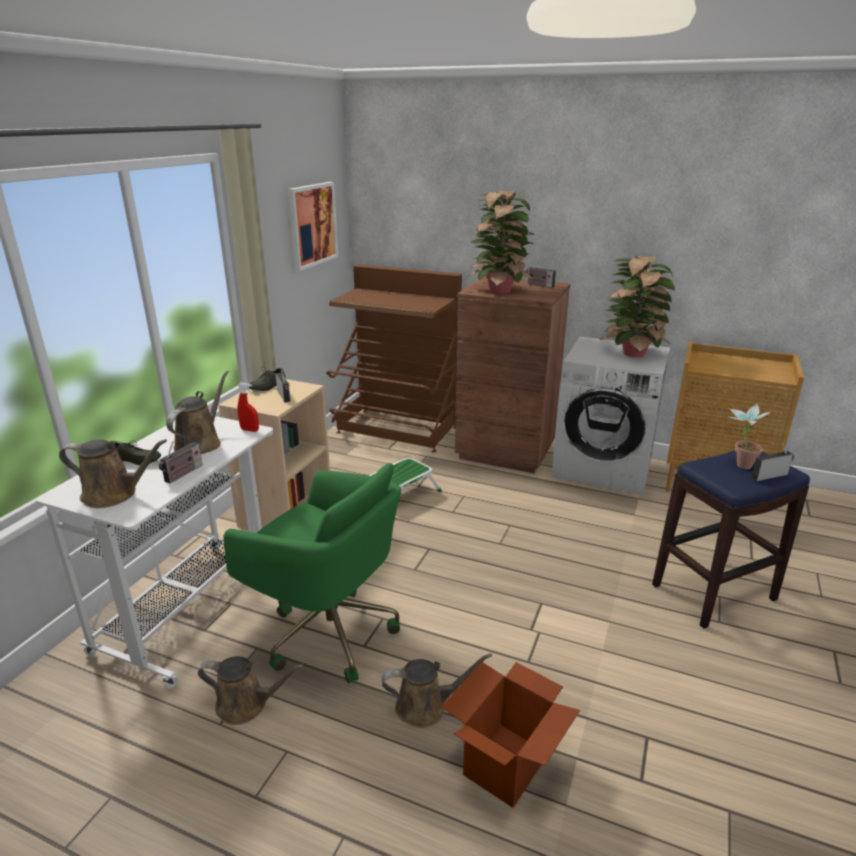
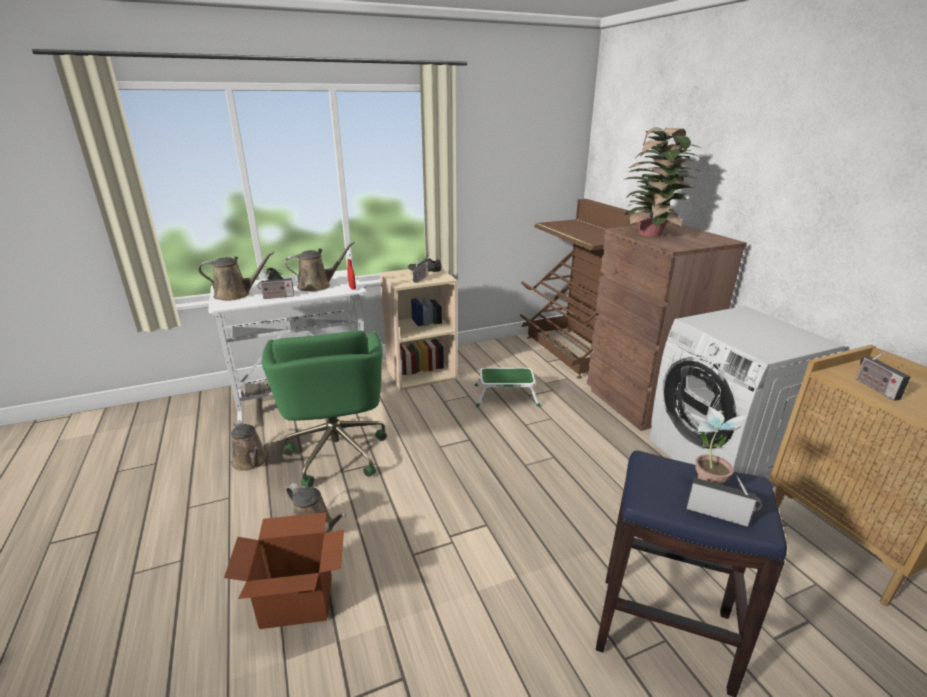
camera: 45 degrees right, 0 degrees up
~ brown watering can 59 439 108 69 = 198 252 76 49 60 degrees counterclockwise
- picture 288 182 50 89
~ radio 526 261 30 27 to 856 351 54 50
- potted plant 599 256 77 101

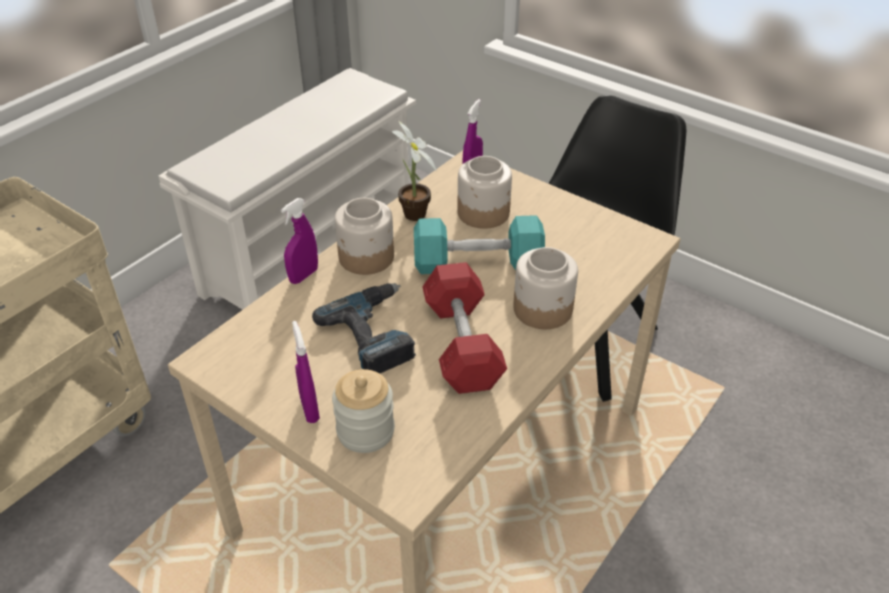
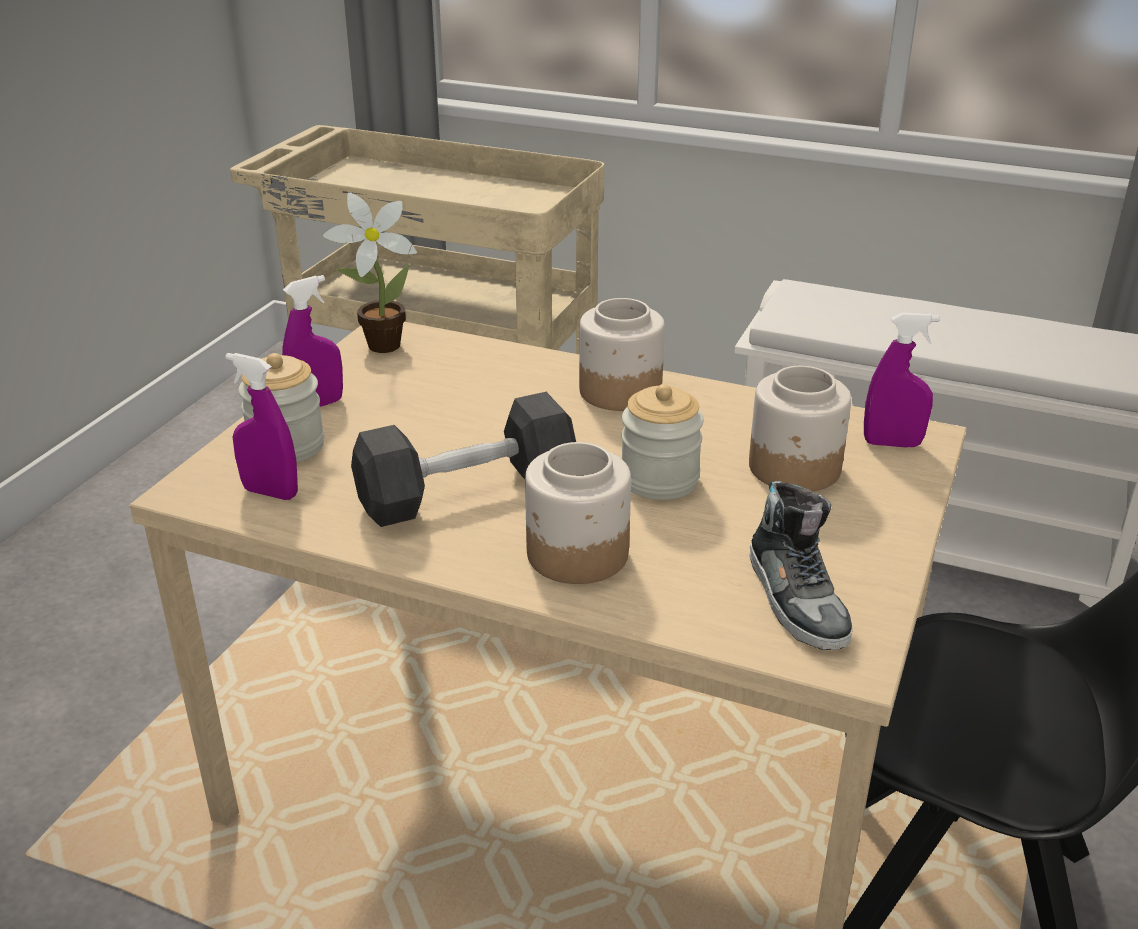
camera: 75 degrees right, 10 degrees down
~ purple spray bottle 281 198 37 86 to 226 353 72 147
- power drill 312 283 104 91
~ potted plant 392 120 45 101 to 323 192 94 161
~ turquoise dumbbell 414 215 131 59 to jar 621 384 83 116
~ red dumbbell 422 262 85 132 to grey dumbbell 351 392 225 135
+ shoe 750 481 103 169

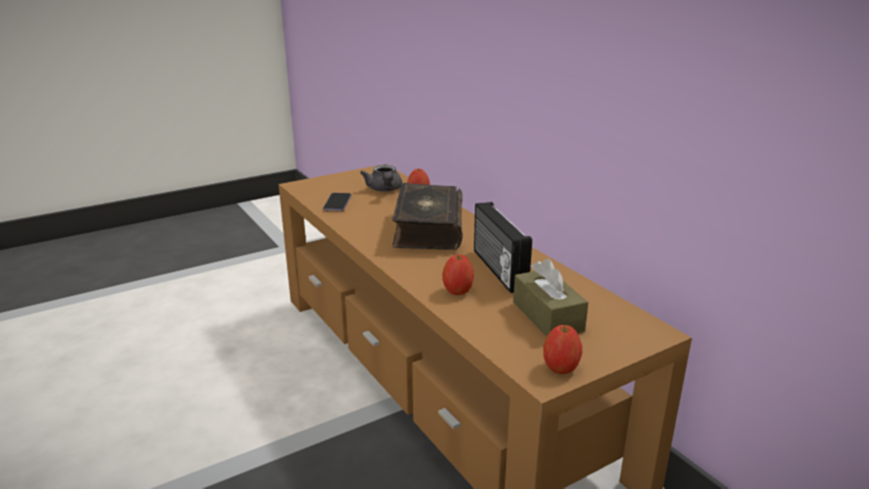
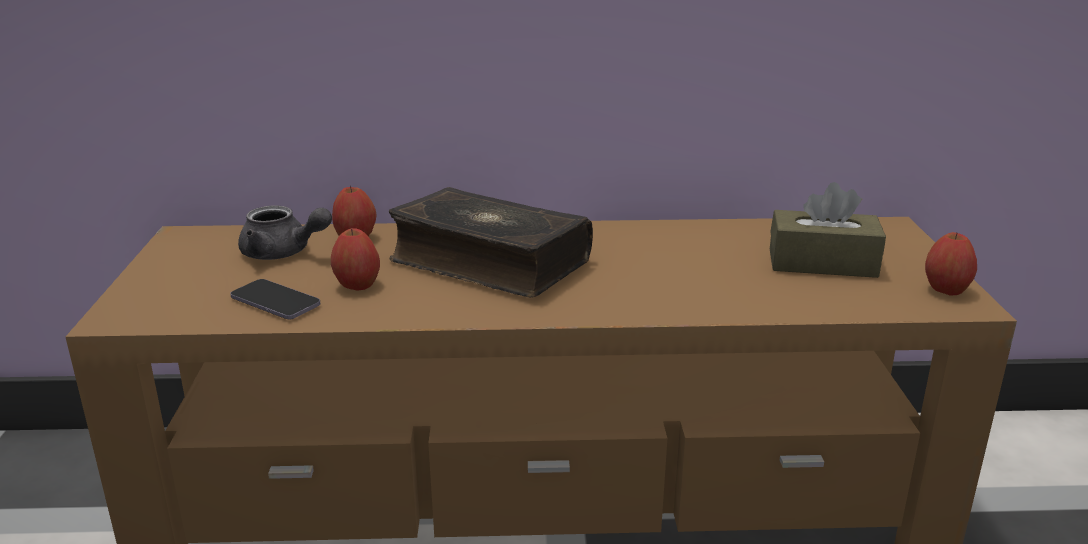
camera: 60 degrees left, 0 degrees up
~ apple 442 254 32 41 to 331 228 49 63
- radio 474 202 58 91

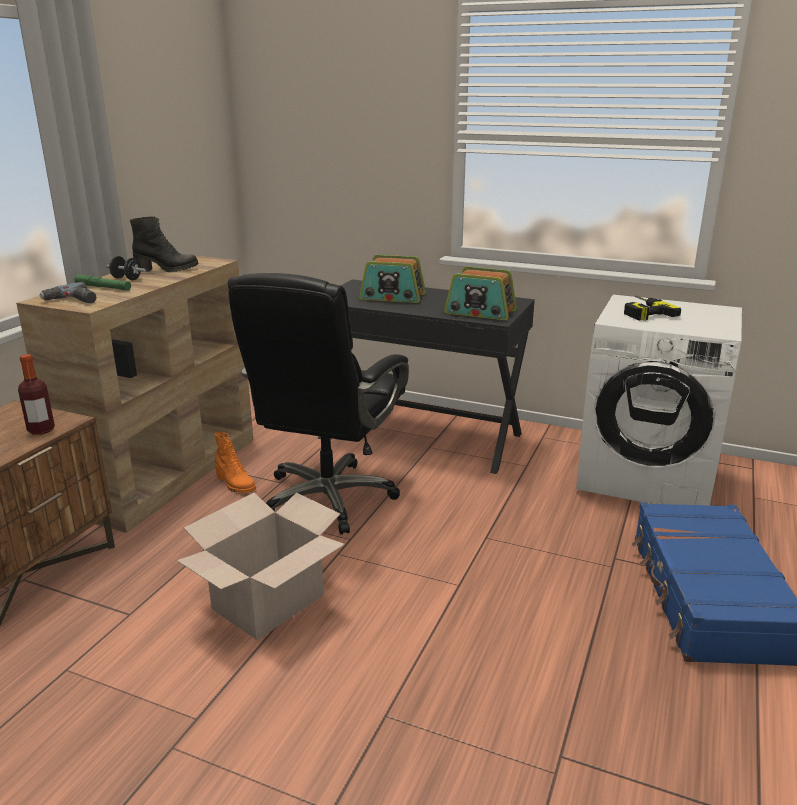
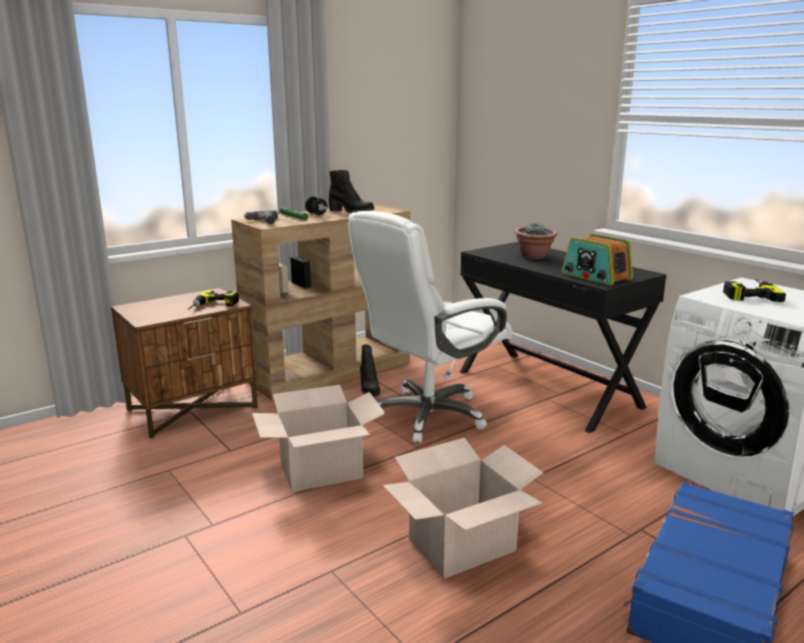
camera: 30 degrees right, 5 degrees down
~ bottle 18 354 37 81 to power drill 188 290 51 20
~ orange boot 215 432 41 61 to black boot 360 344 20 52
~ black office chair 228 273 181 261 to white office chair 348 211 164 232
~ radio 359 255 67 48 to potted plant 515 223 42 36
+ cardboard box 382 438 161 141

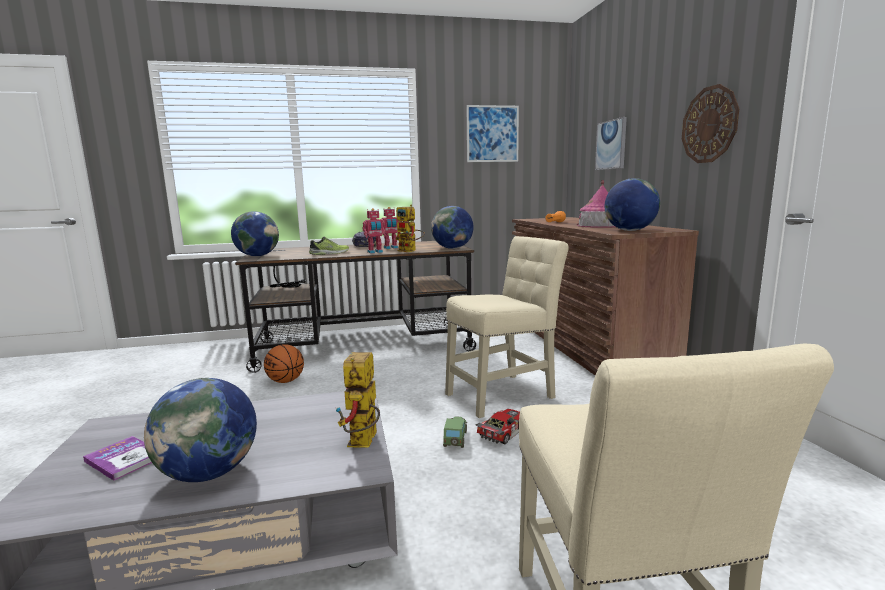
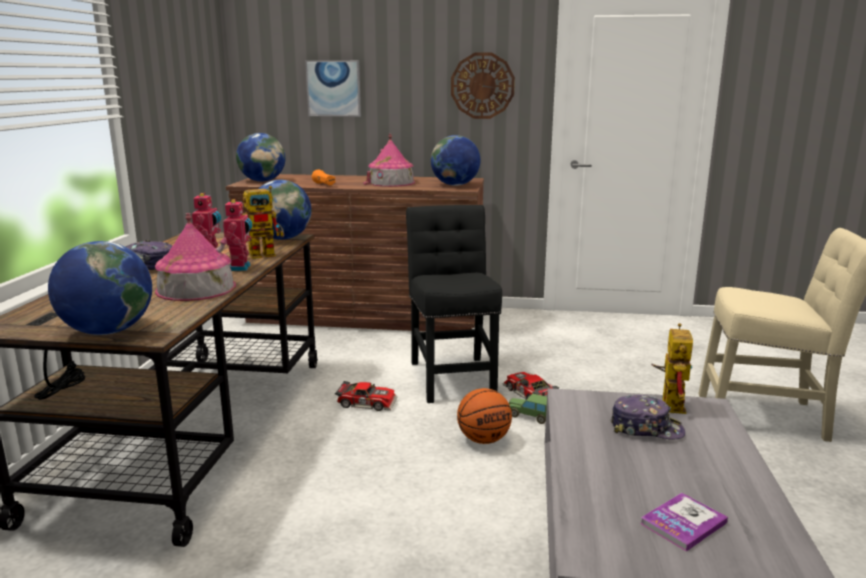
camera: 70 degrees left, 5 degrees up
~ globe 144 378 113 104 to 236 133 49 49
~ basketball 264 344 40 39 to 457 388 55 56
~ shoe 309 237 40 18 to toy house 155 213 81 88
~ toy robot 336 352 44 95 = 651 323 42 91 105 degrees counterclockwise
~ beige chair 445 236 124 182 to black chair 406 205 96 198
- picture 466 105 53 57
+ toy car 335 381 63 30
+ cap 610 395 75 44

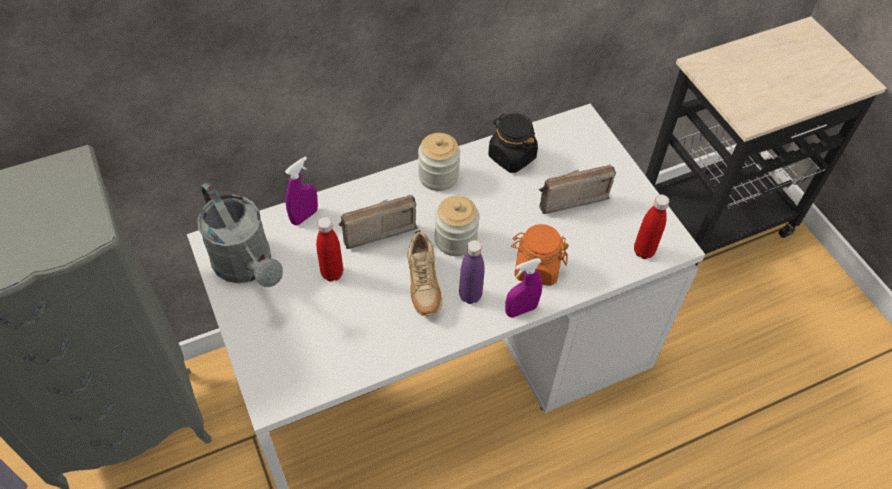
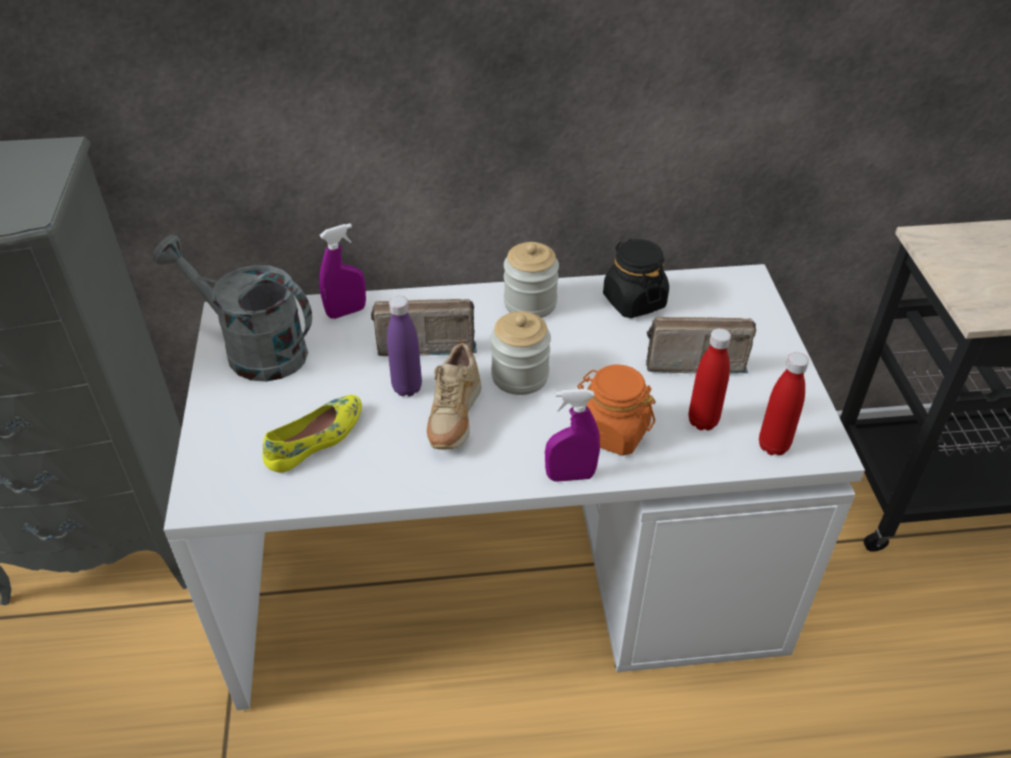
camera: 20 degrees right, 10 degrees down
~ grey watering can 197 182 86 105 = 153 235 159 147 135 degrees clockwise
~ red bottle 316 217 27 65 to 688 328 43 102
~ purple bottle 459 240 26 64 to 387 296 35 100
+ yellow shoe 262 395 100 78

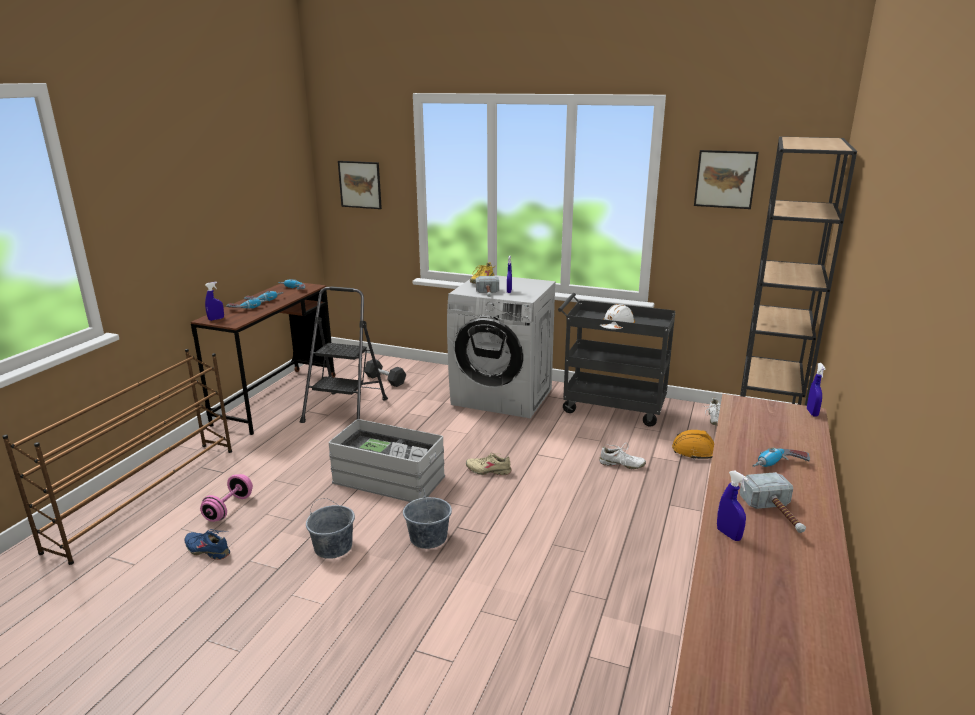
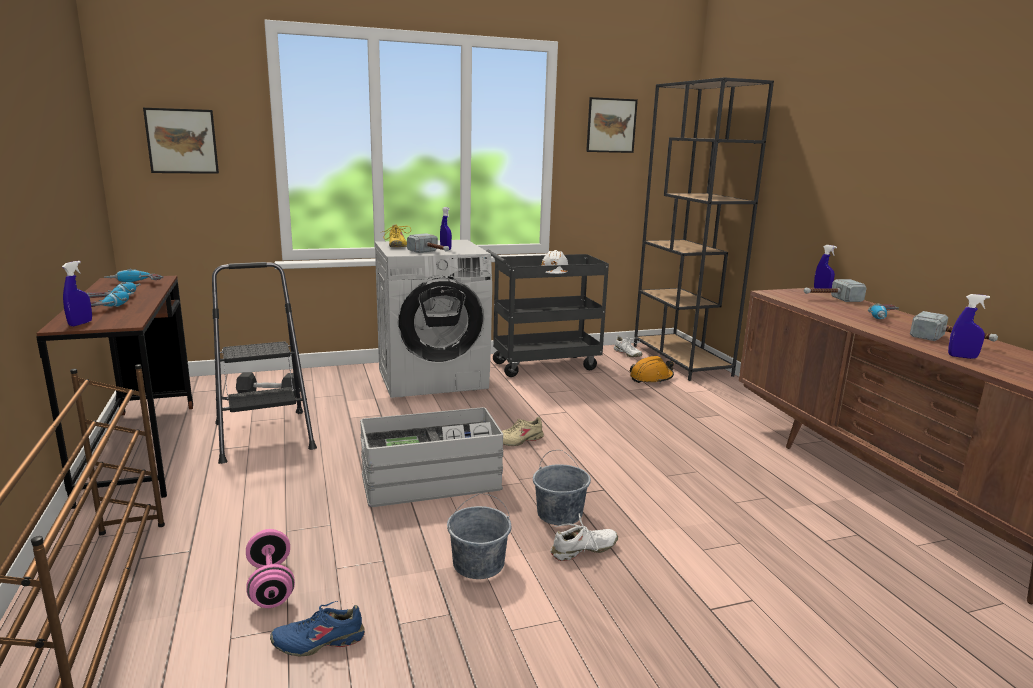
camera: 40 degrees left, 5 degrees down
~ white shoe 599 443 47 26 to 551 513 67 48
+ hammer 804 279 63 23

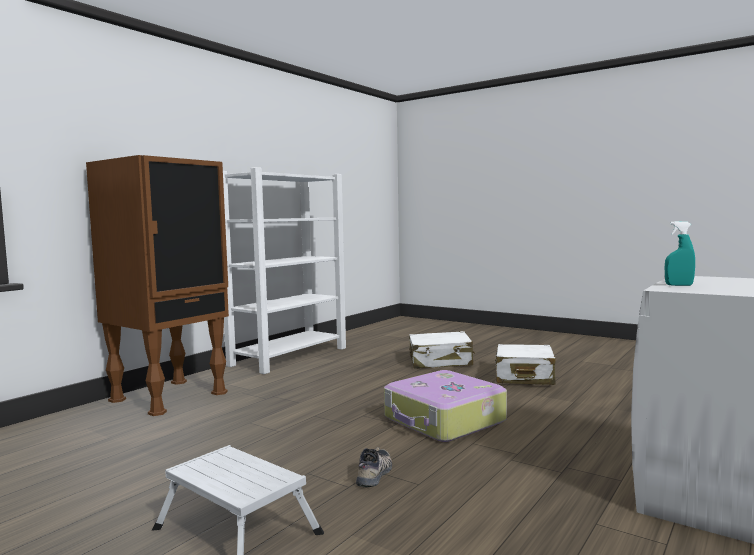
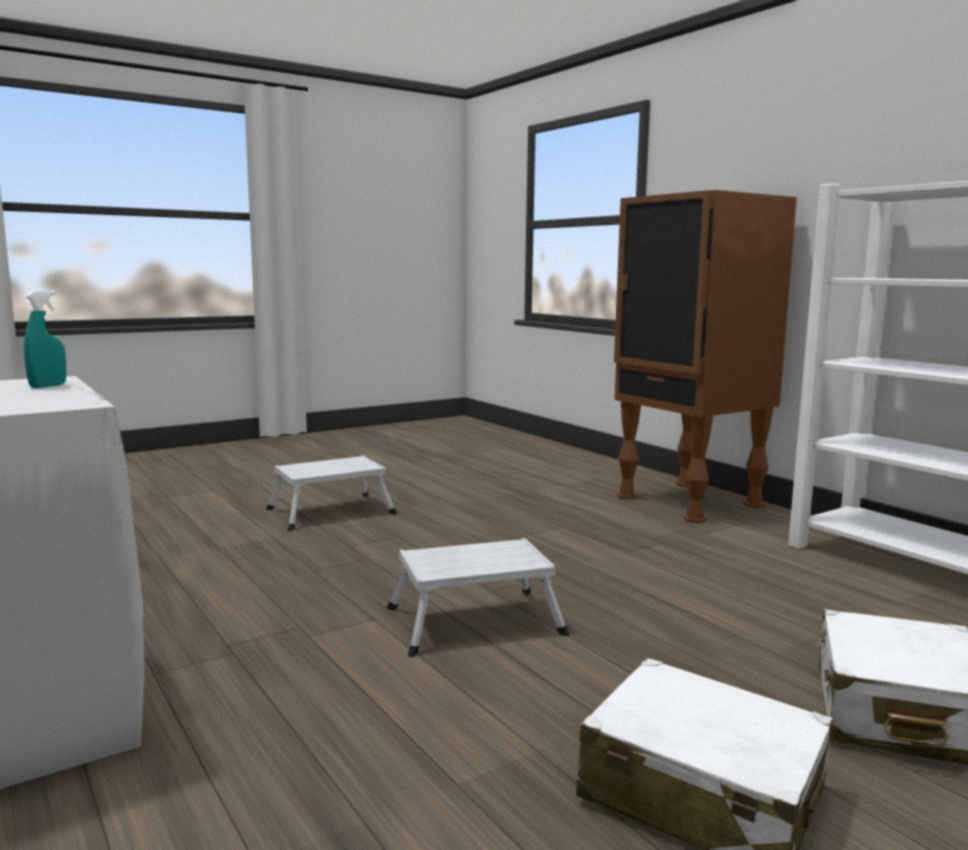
camera: 110 degrees right, 5 degrees up
- shoe 356 447 36 41
~ suitcase 384 370 123 72 to white step ladder 387 538 183 119

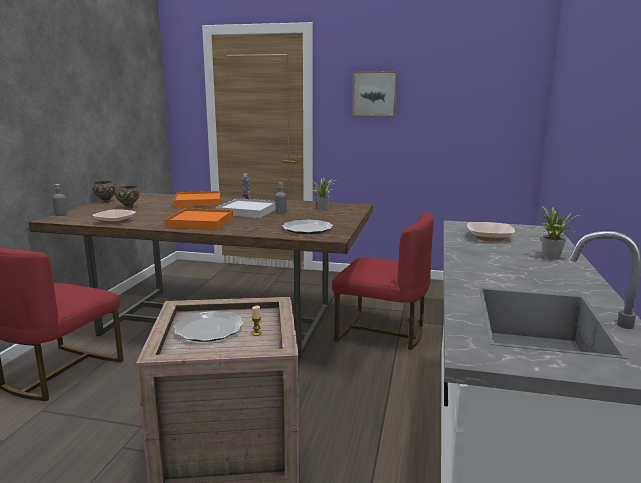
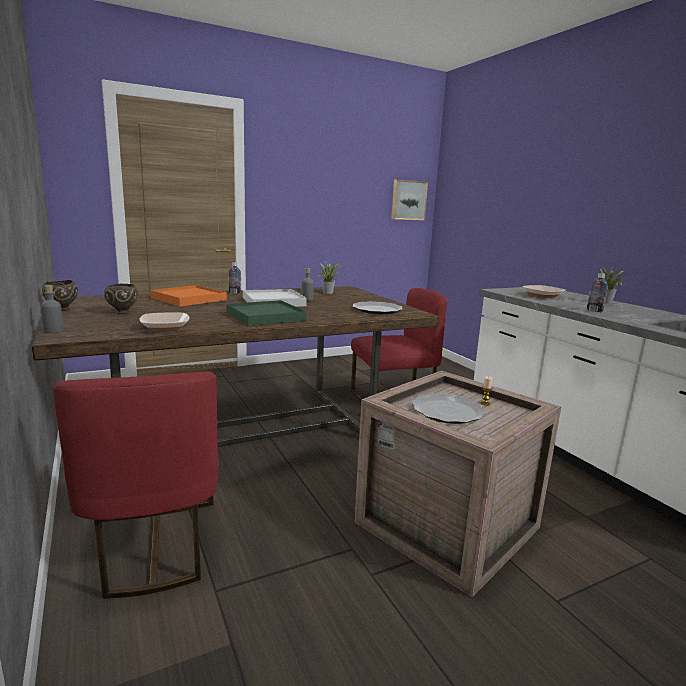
camera: 40 degrees left, 0 degrees up
~ orange tray 164 208 69 22 to green tray 226 300 80 26
~ picture 353 71 44 45 to 391 179 37 41
+ bottle 587 273 21 39

